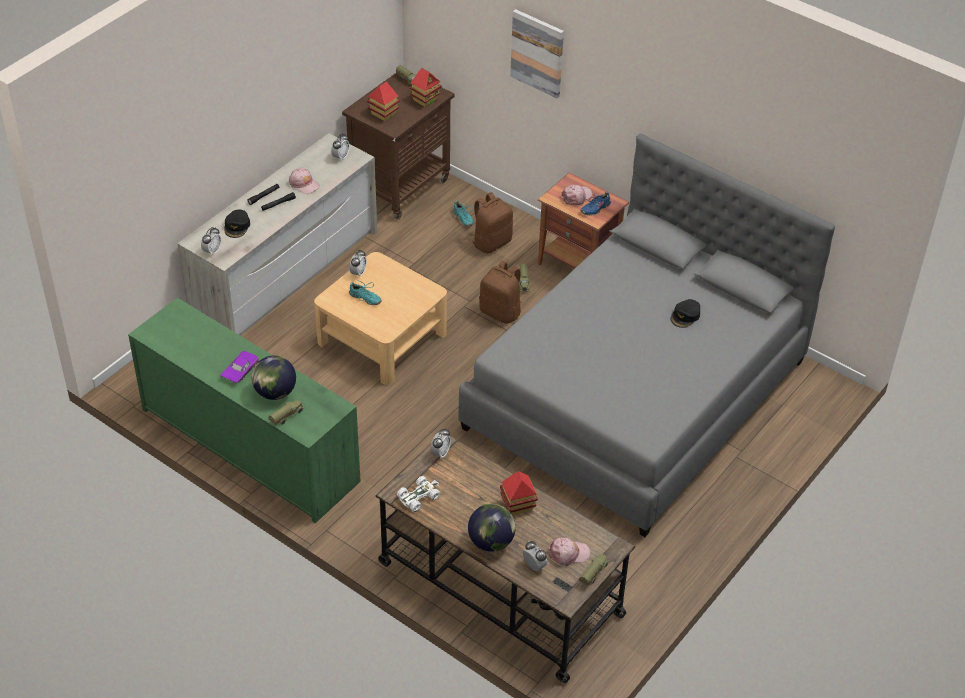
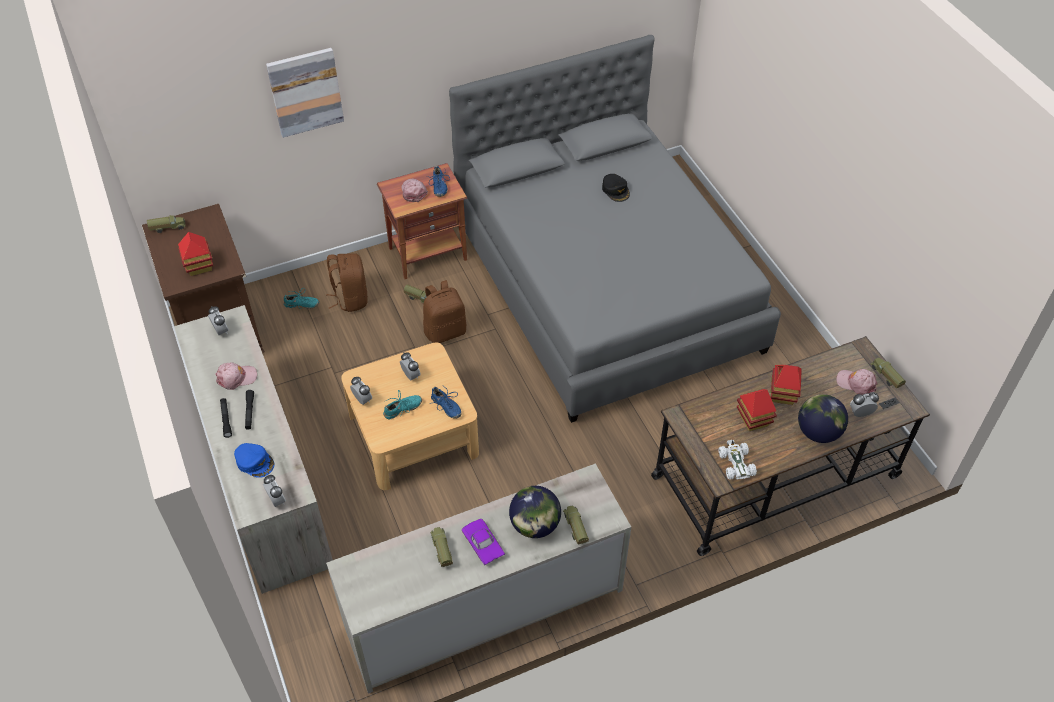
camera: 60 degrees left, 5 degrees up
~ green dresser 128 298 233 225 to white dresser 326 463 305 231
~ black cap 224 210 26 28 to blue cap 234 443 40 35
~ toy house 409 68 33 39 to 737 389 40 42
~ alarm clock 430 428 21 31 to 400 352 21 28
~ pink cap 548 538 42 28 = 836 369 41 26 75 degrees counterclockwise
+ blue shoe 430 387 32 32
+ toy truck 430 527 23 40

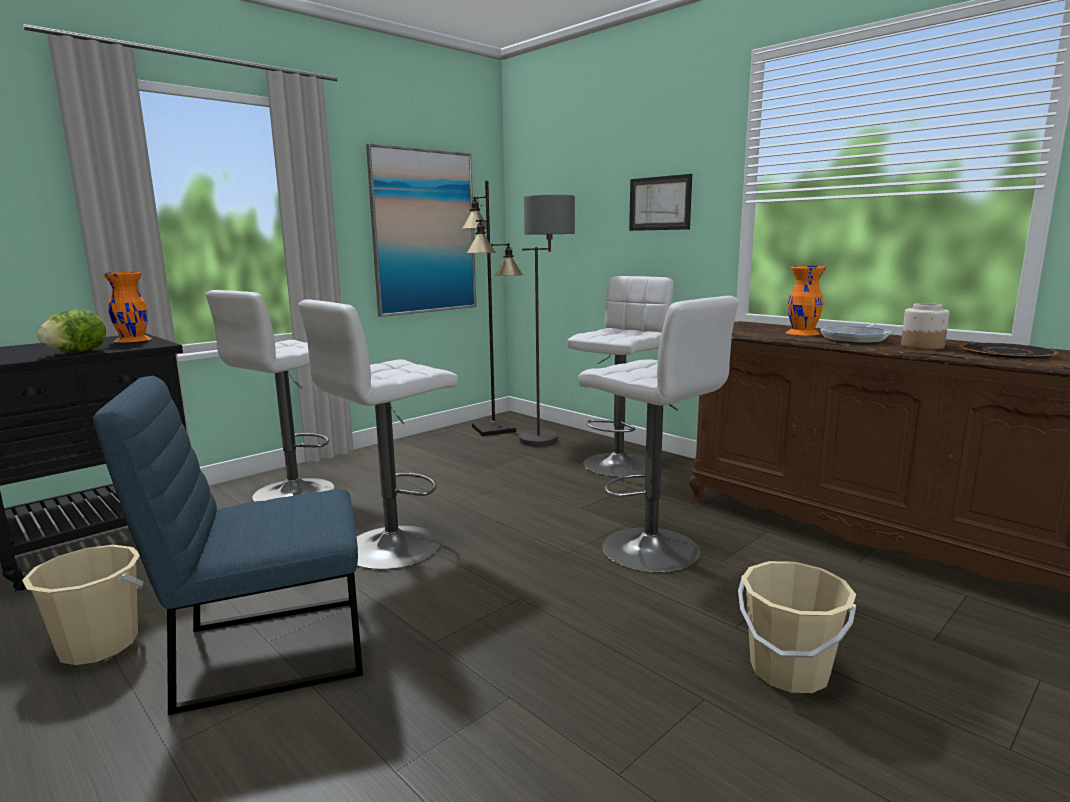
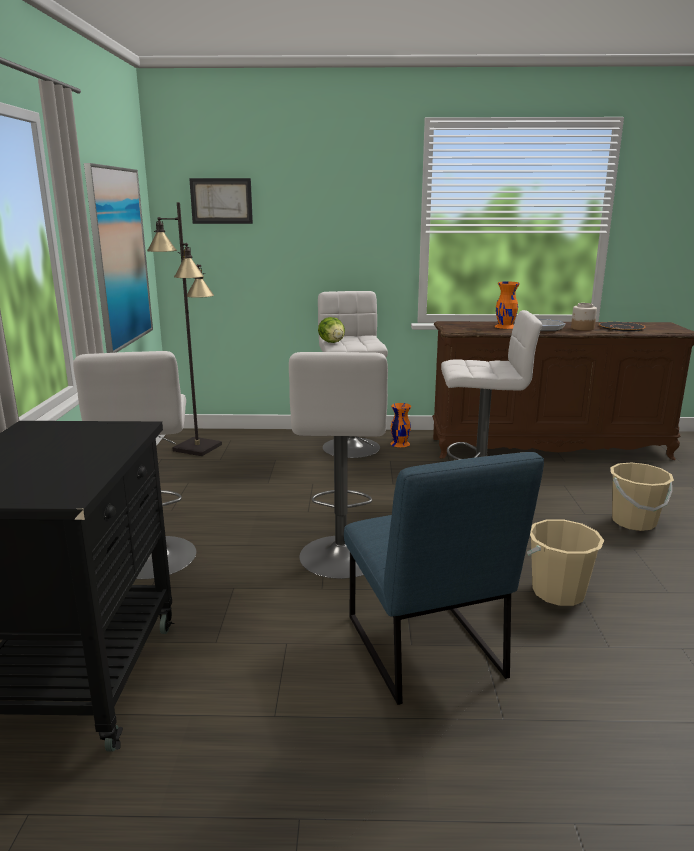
camera: 45 degrees left, 5 degrees up
~ beige bucket 22 545 122 120 to 527 520 77 86
~ lettuce 37 309 69 43 to 318 317 27 26
~ blue chair 93 376 270 339 = 344 452 200 253 45 degrees counterclockwise
~ orange vase 103 272 49 70 to 390 403 21 44
- grey floor lamp 519 195 56 252
~ picture 629 174 63 57 to 189 178 64 46

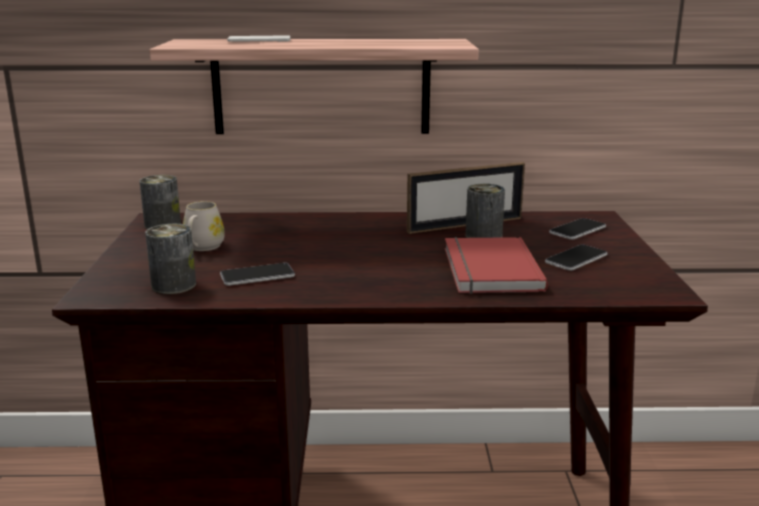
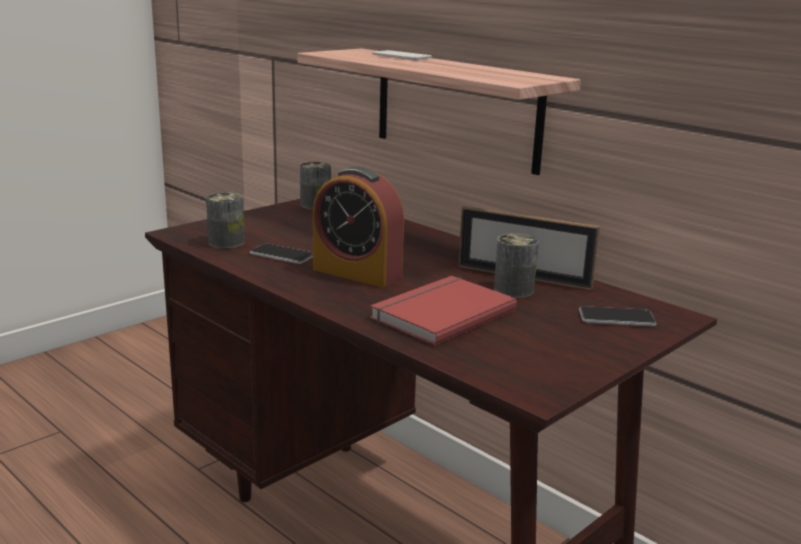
camera: 45 degrees right, 0 degrees up
- white mug 183 201 42 50
- phone 545 245 63 26
+ alarm clock 313 167 91 120

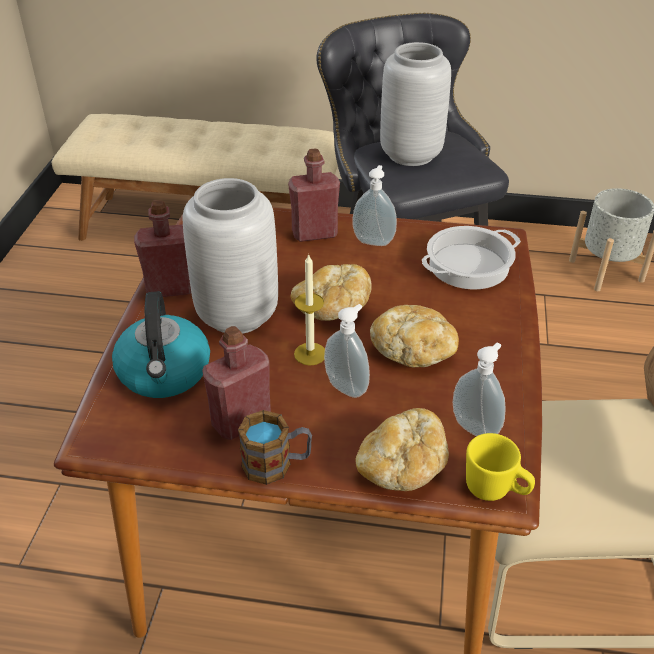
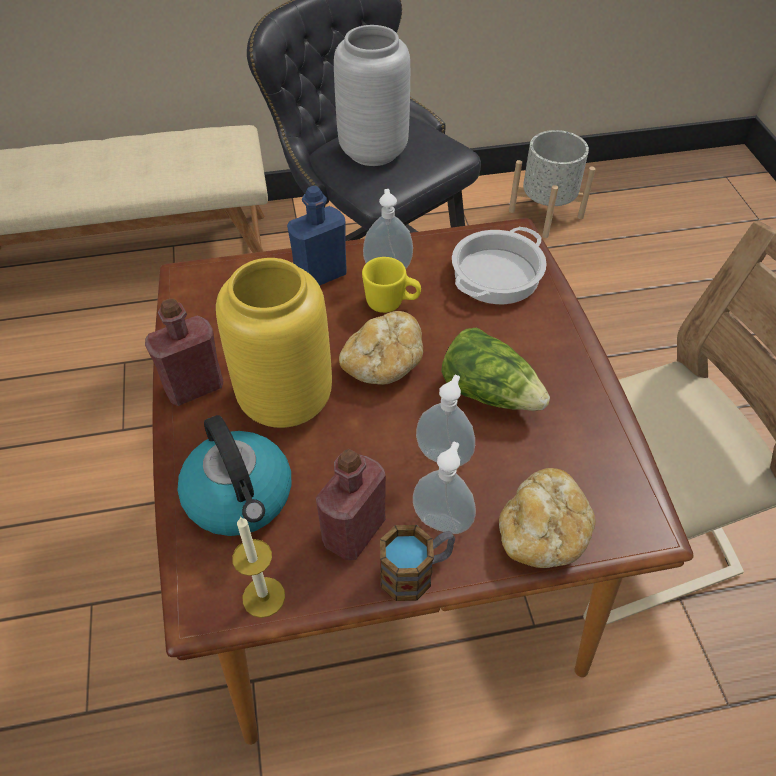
camera: 20 degrees left, 10 degrees up
~ grey vase 182 178 96 156 to yellow vase 216 258 116 170
~ red bottle 288 148 52 94 to blue bottle 287 186 60 100
~ candle 294 253 31 113 to 232 516 53 102
~ bread 370 305 89 62 to lettuce 441 328 109 83
~ soap dispenser 453 342 53 94 to 413 442 63 92
~ yellow mug 466 433 69 68 to 362 257 59 56

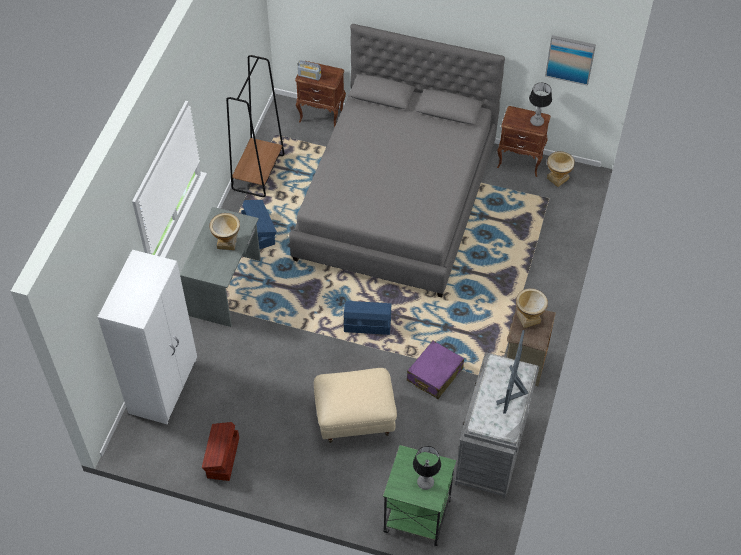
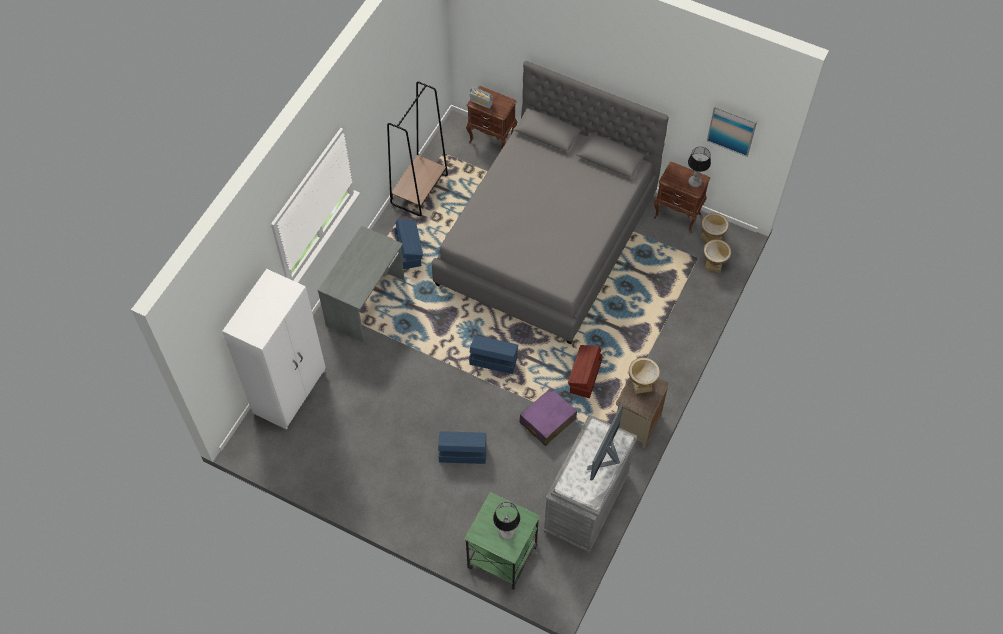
camera: 10 degrees right, 5 degrees up
~ brown storage box 202 422 37 59 to 568 345 35 53
~ vase 209 213 31 37 to 704 239 27 34
~ beige ottoman 314 368 83 75 to blue storage box 438 431 48 33

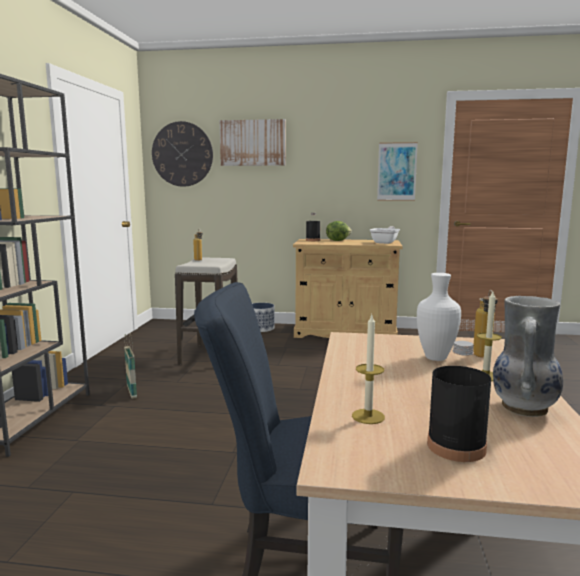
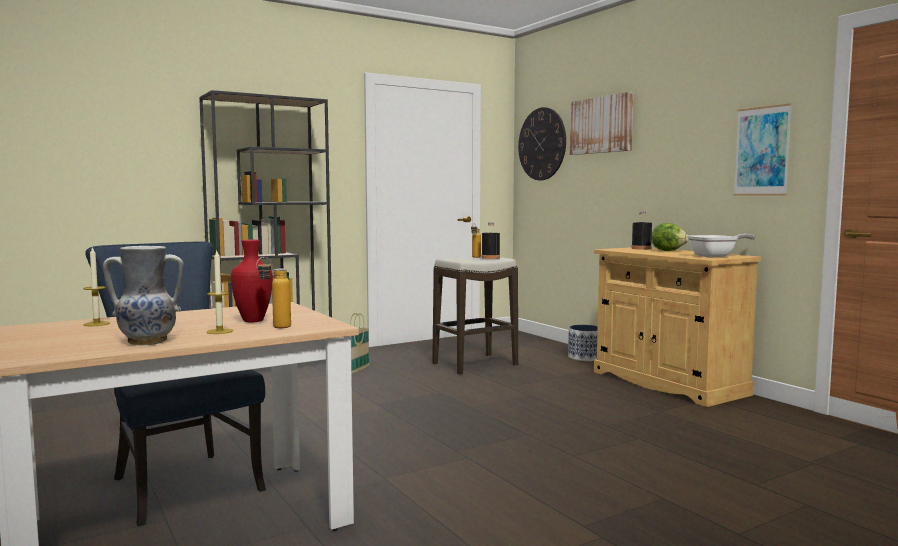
camera: 50 degrees right, 5 degrees down
~ white vase 417 273 44 88 to red vase 231 239 42 84
~ black bottle 427 341 64 121 to 482 222 18 37

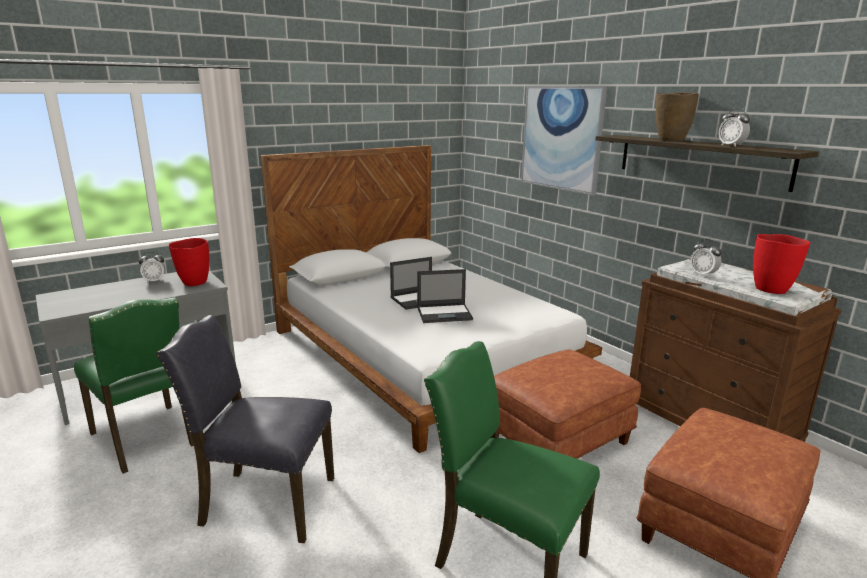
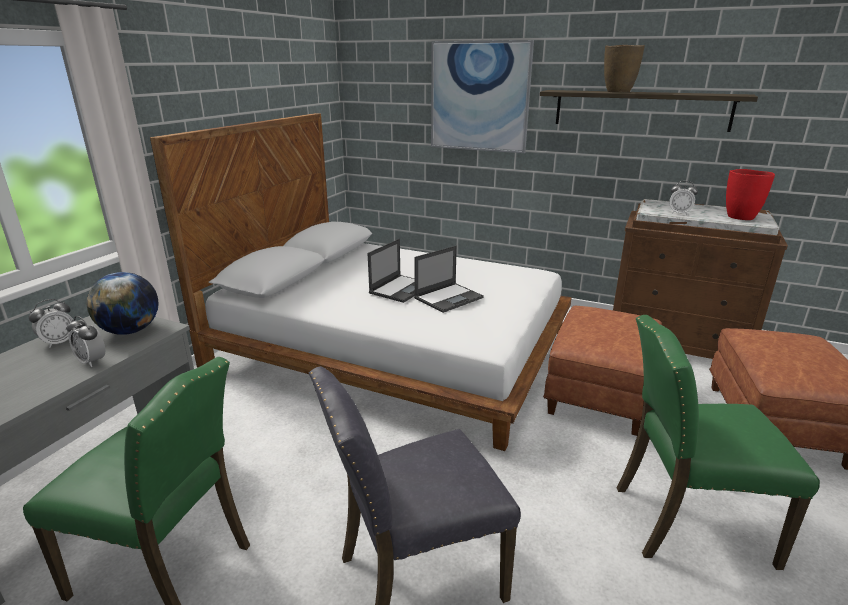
camera: 30 degrees left, 5 degrees up
~ red vase 169 238 40 48 to globe 87 272 72 63
~ alarm clock 718 108 32 39 to 67 316 38 51

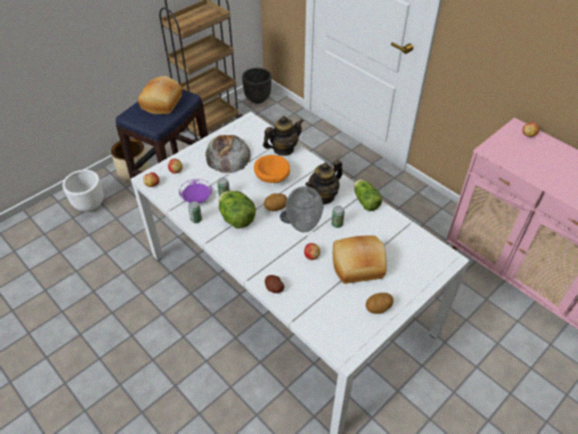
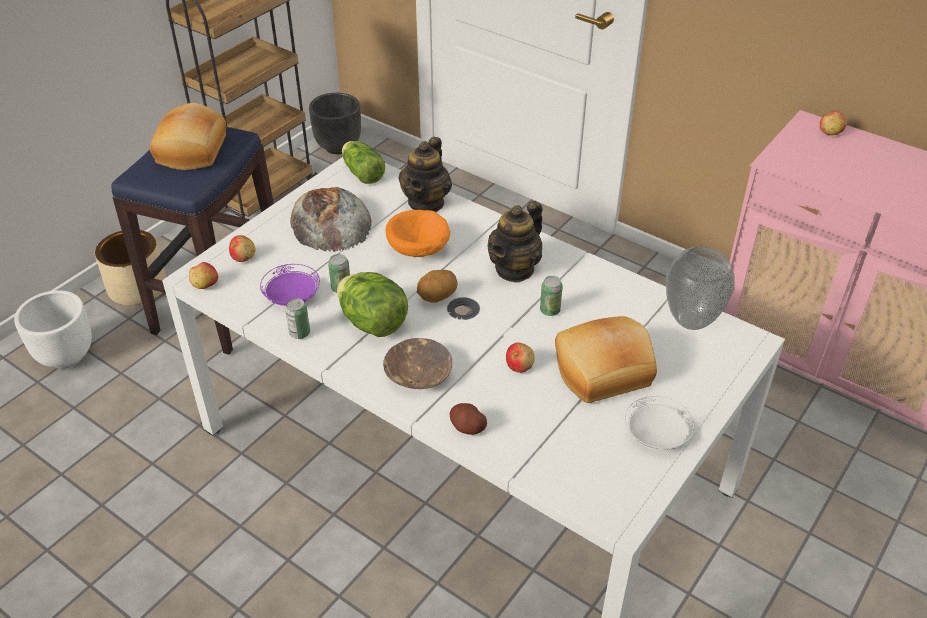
camera: 10 degrees left, 5 degrees down
~ teapot 263 116 41 40 = 399 137 53 75 150 degrees clockwise
~ vase 285 186 39 46 to 666 246 69 84
~ lettuce 354 179 28 32 to 342 141 43 43
~ potato 366 293 28 21 to white plate 625 396 69 54
+ brown bowl 383 338 69 51

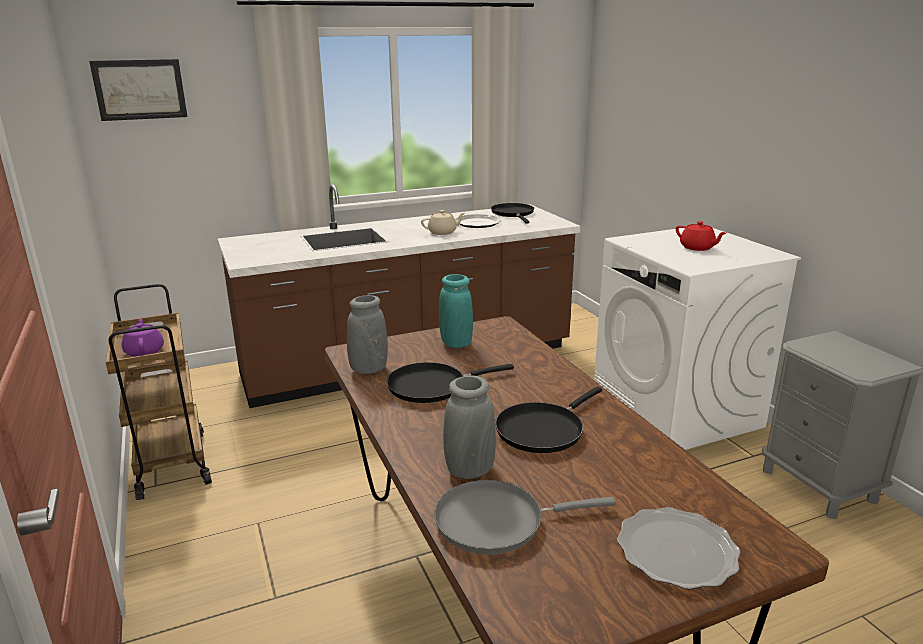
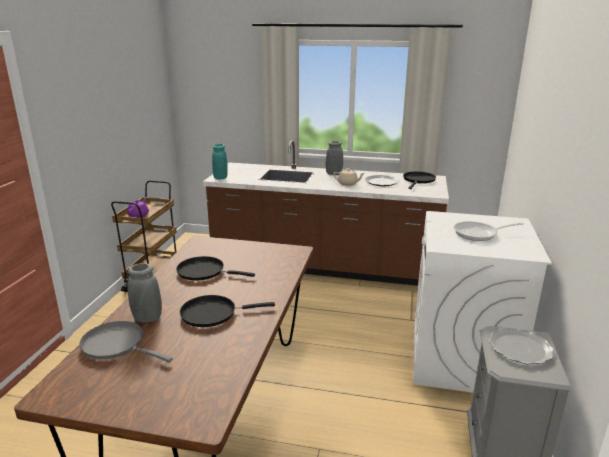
camera: 35 degrees right, 0 degrees up
- picture 89 59 98 62
~ grey vase 347 295 41 79 to 326 141 17 34
~ turquoise vase 439 274 34 74 to 212 144 16 35
~ plate 617 507 123 82 to 489 328 65 36
~ red teapot 676 221 50 30 to frying pan 453 221 71 20

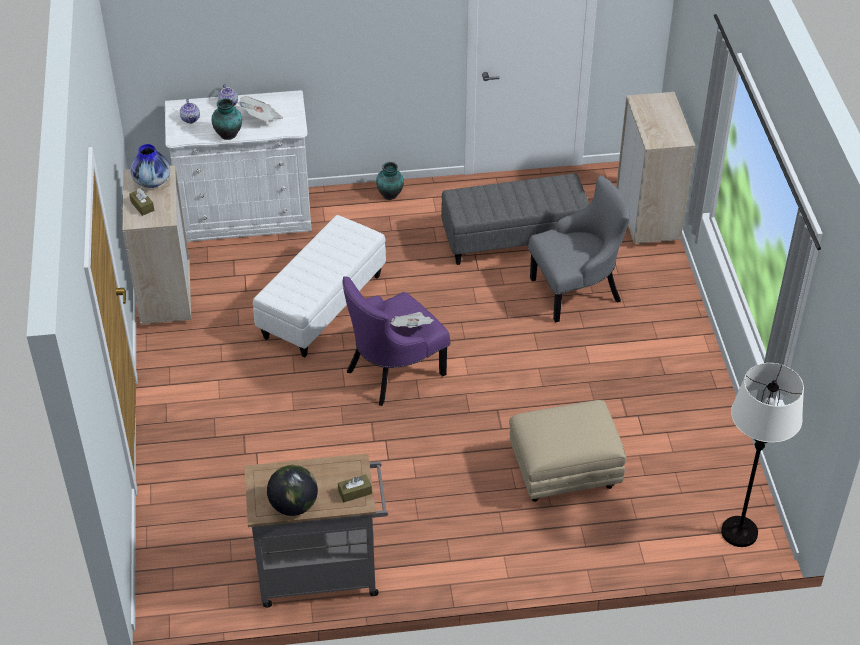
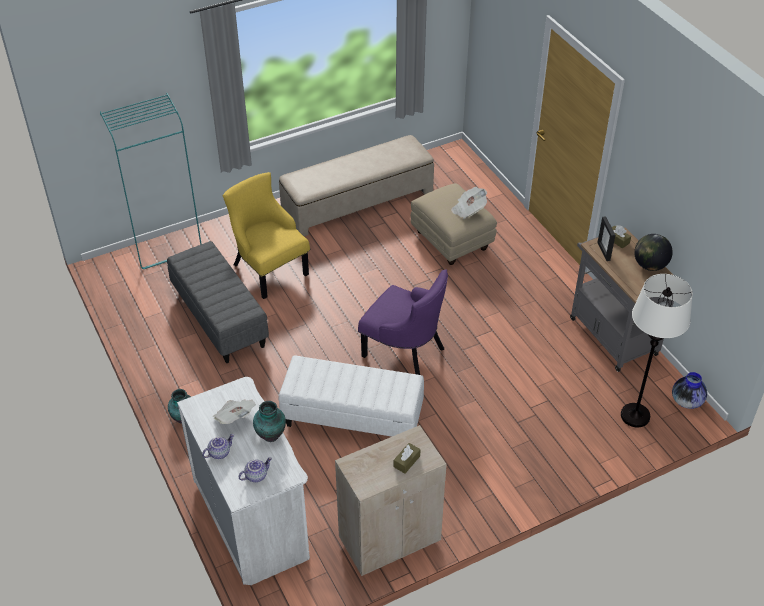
camera: 110 degrees left, 0 degrees up
~ vase 130 144 40 44 to 672 372 35 37
~ newspaper 391 312 43 16 to 451 187 36 32
~ grey armchair 528 175 103 148 to yellow armchair 223 172 87 127
~ beige cabinet 616 92 79 152 to turquoise clothes rack 100 93 101 176
~ white floor lamp 721 363 83 184 to 621 274 72 153
+ beige bench 279 135 155 101
+ picture frame 597 216 18 45

